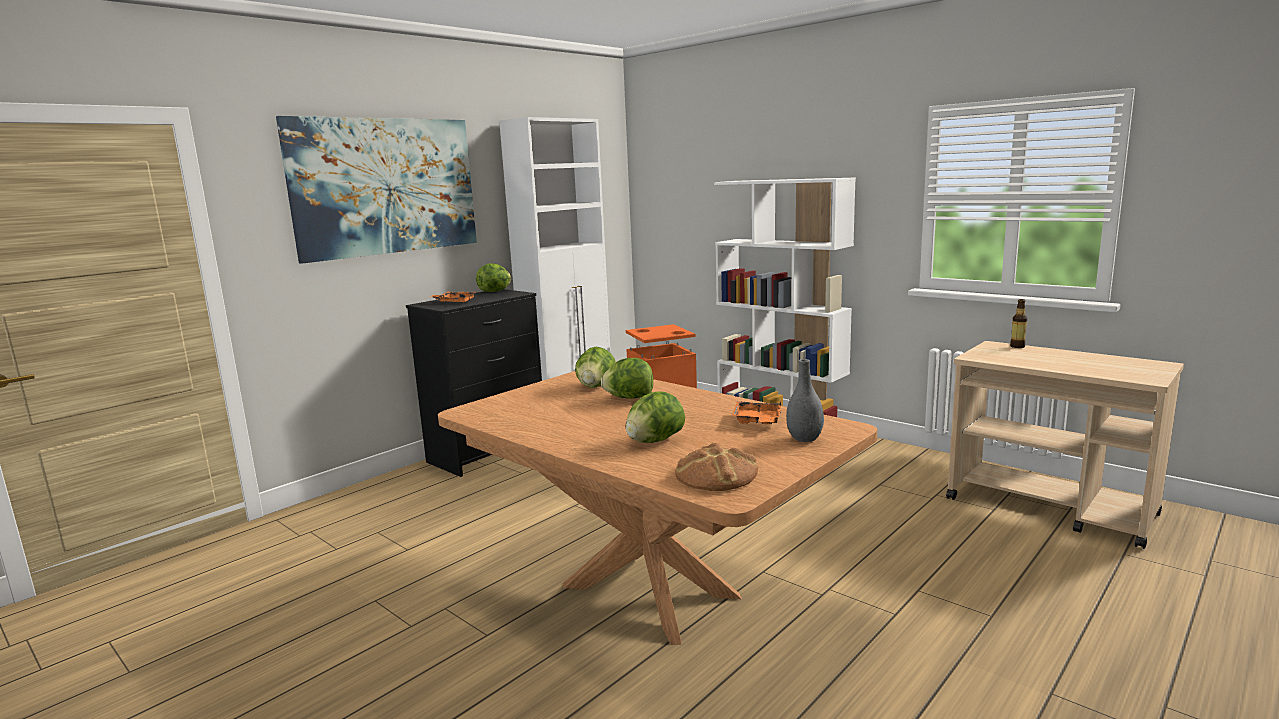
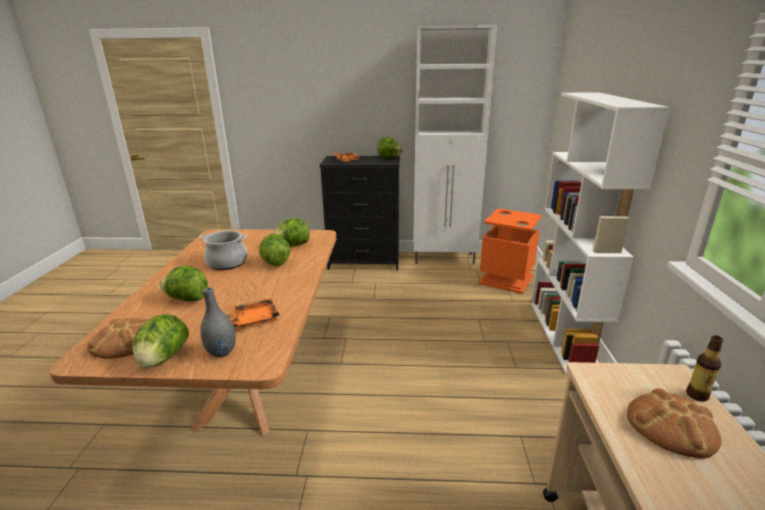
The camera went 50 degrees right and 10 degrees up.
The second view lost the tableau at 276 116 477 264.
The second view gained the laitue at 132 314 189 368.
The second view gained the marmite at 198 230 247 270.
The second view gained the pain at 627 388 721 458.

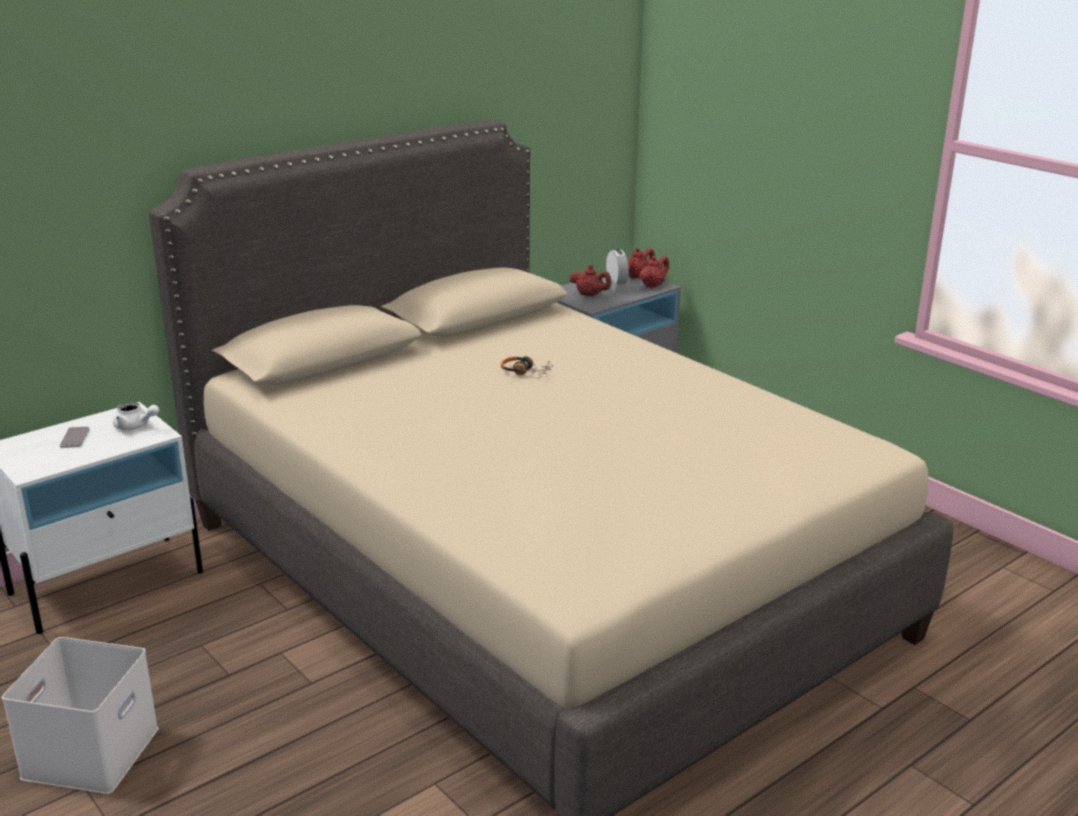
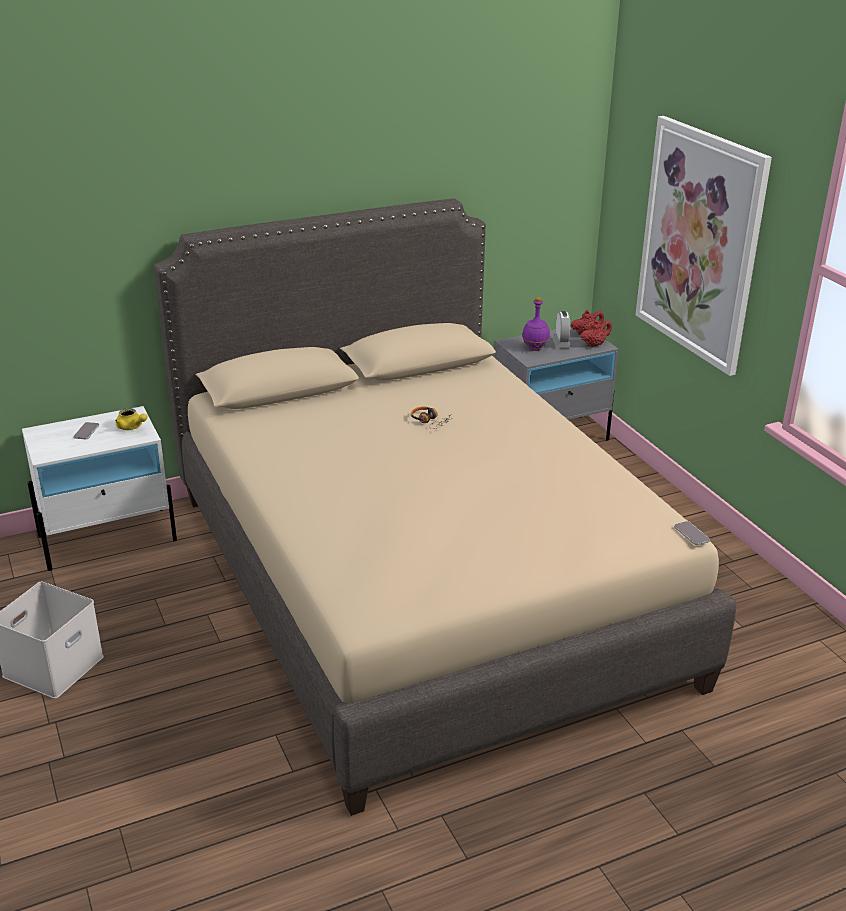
The camera went 15 degrees right and 5 degrees up.
What was the théière [blanc] at 113 402 159 430 turned into the théière [jaune] at 115 408 147 430.
Where the théière [rouge] stood at 569 265 612 296, the bouteille [violet] came to stand at 522 297 550 351.
The second view gained the tableau at 635 116 772 376.
The second view gained the téléphone at 674 521 710 545.

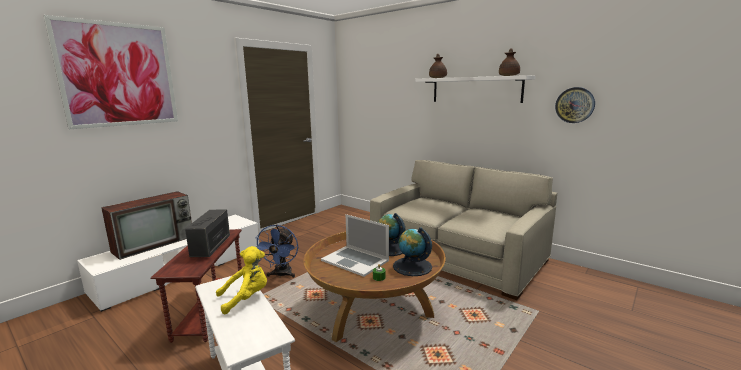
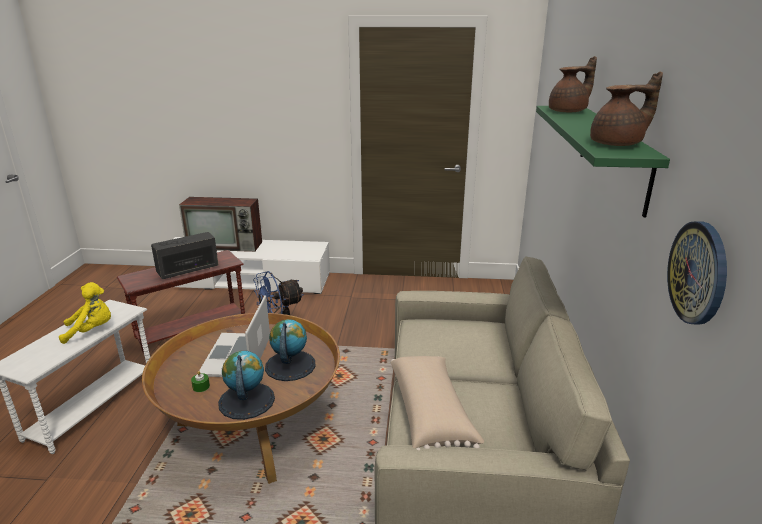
The camera went 55 degrees right and 10 degrees up.
The second view lost the tableau at 43 15 178 129.
The peluche [jaune] at 216 246 267 314 ended up facing another way, 45 degrees counterclockwise from before.
What was the étagère [blanc] at 415 75 535 103 turned into the étagère [vert] at 536 106 670 218.
The second view gained the coussin [beige] at 391 356 484 450.

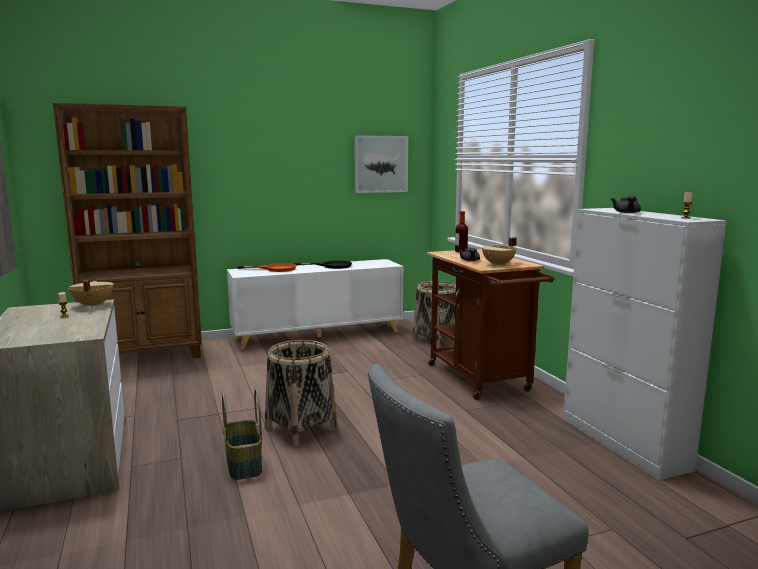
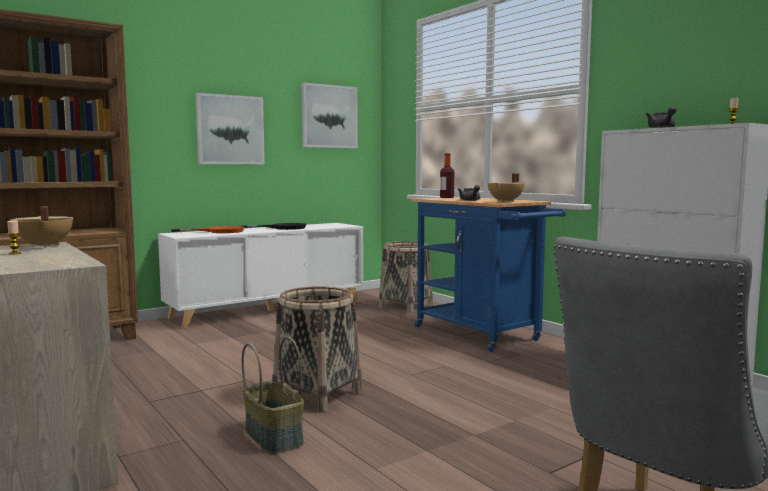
The camera went 15 degrees left and 5 degrees down.
What was the chariot [marron] at 427 249 555 400 turned into the chariot [bleu] at 411 197 566 352.
The second view gained the tableau at 196 93 265 164.

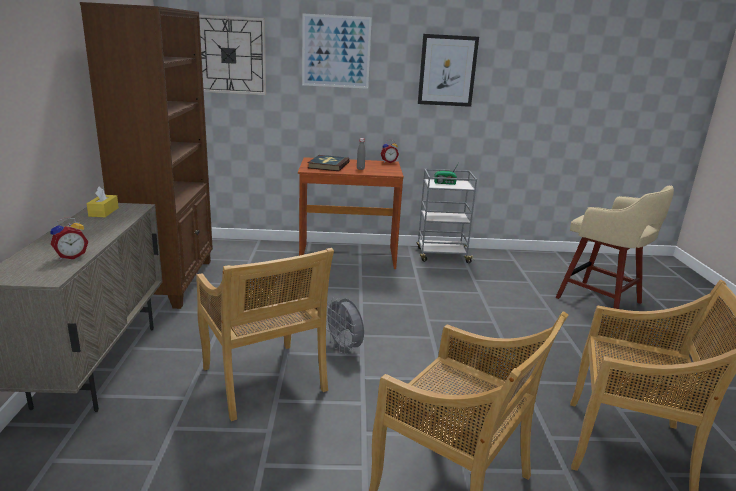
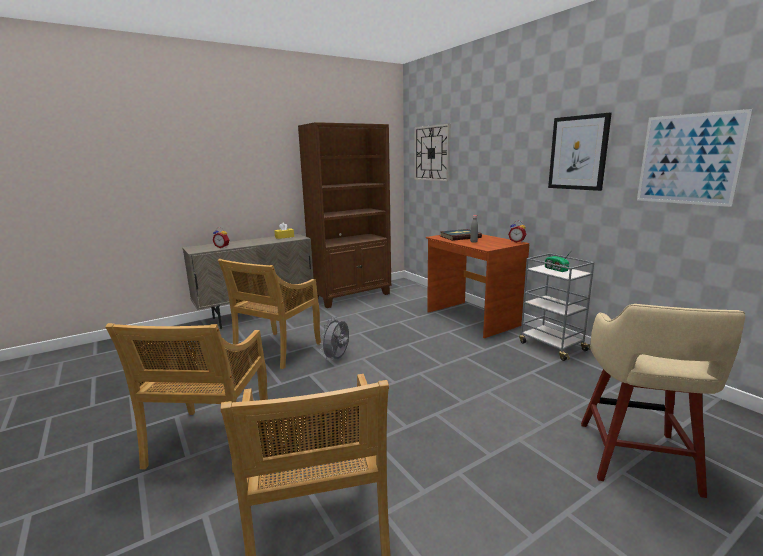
The camera went 60 degrees right and 5 degrees down.
The tableau ended up elsewhere, having gone from 302 13 372 89 to 637 109 753 207.

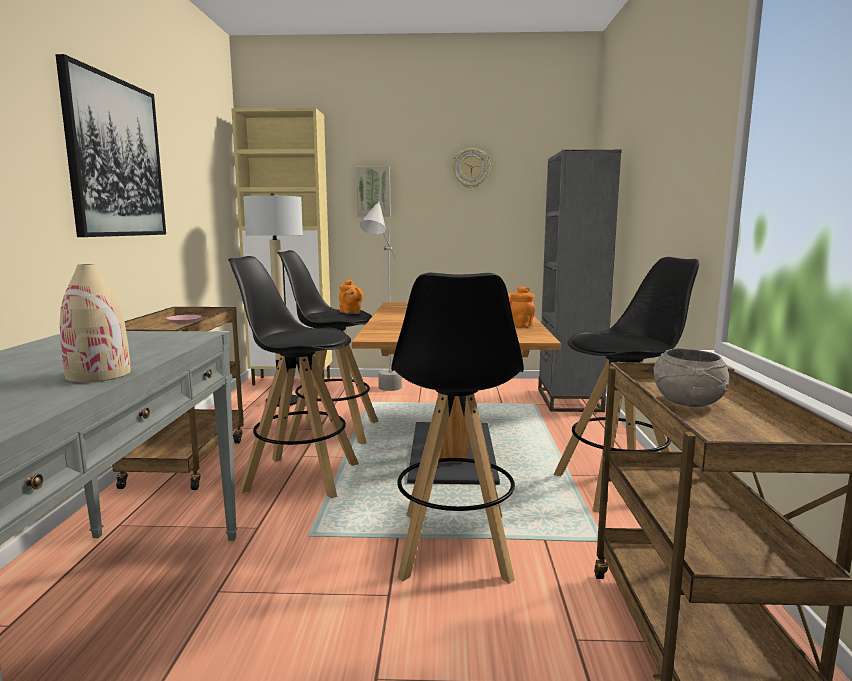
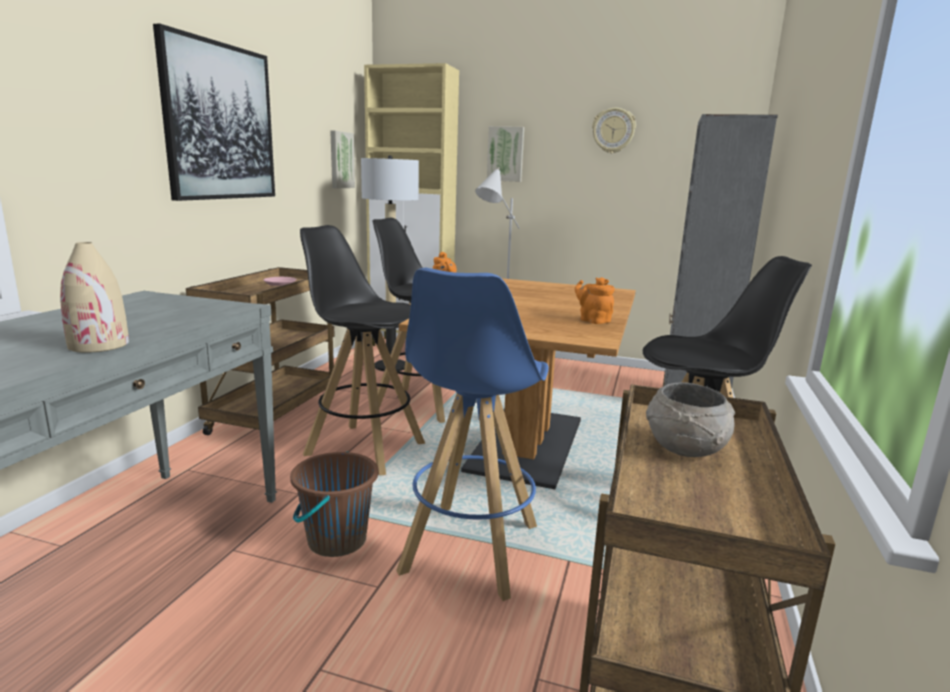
The camera went 15 degrees right and 5 degrees up.
What was the tabouret [noir] at 391 273 524 584 turned into the tabouret [bleu] at 396 268 549 601.
The second view gained the seau [marron] at 290 451 378 557.
The second view gained the tableau at 330 131 355 188.

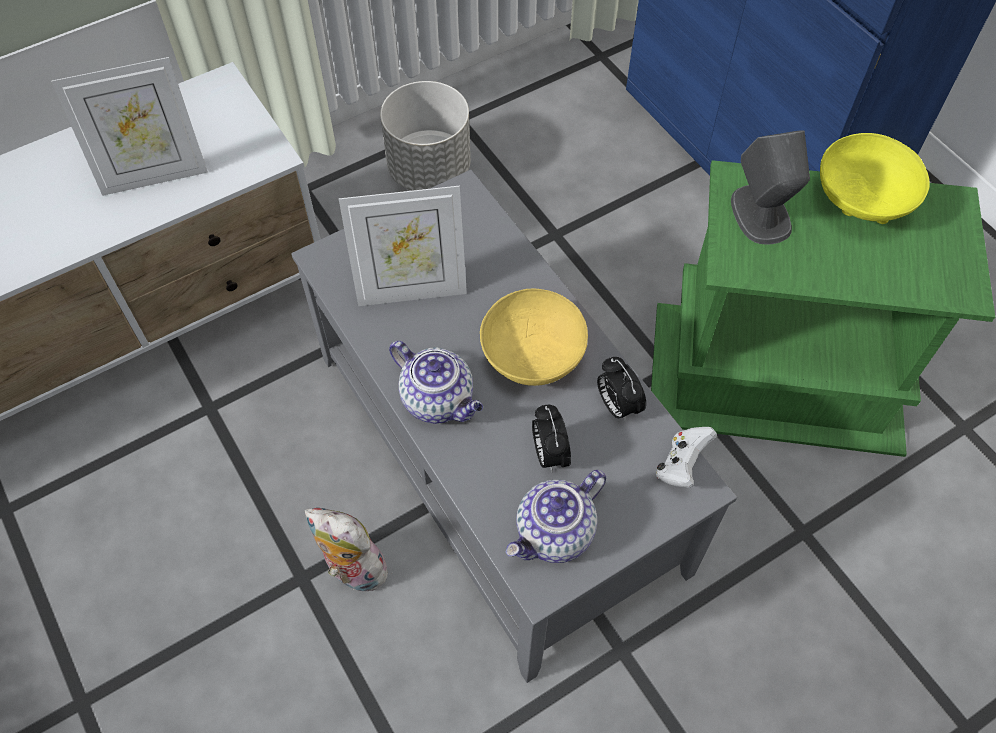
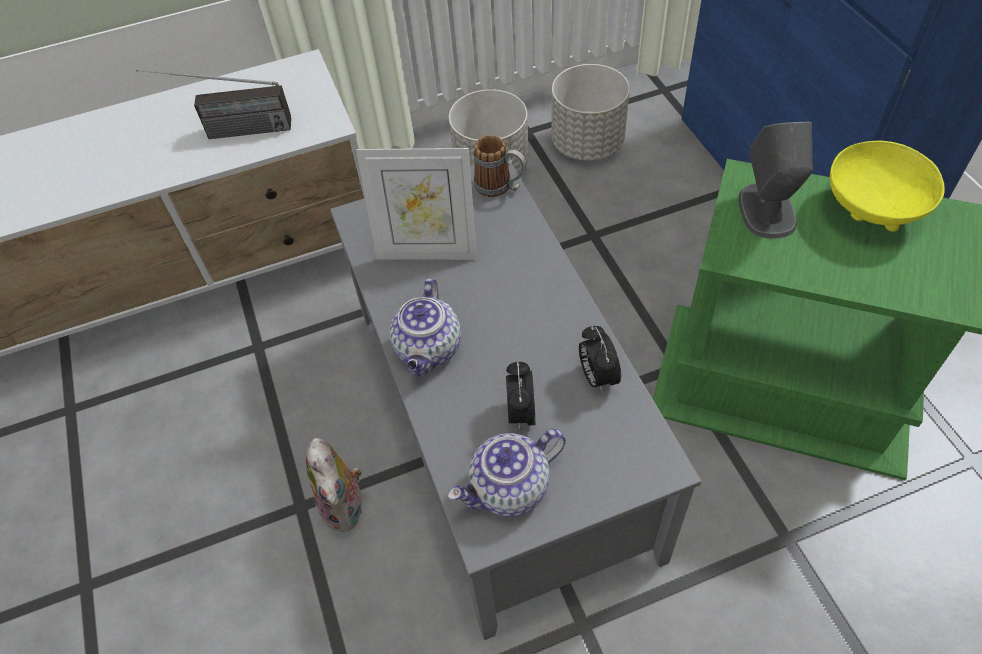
The camera went 15 degrees right and 5 degrees down.
Where the cadre photo stood at 51 57 208 196, the radio came to stand at 136 69 291 139.
The peluche at 305 508 388 594 ended up facing another way, 150 degrees counterclockwise from before.
The théière at 389 341 483 424 ended up facing another way, 45 degrees clockwise from before.
The second view lost the bol [jaune] at 480 289 588 386.
The second view lost the manette [blanc] at 656 427 717 488.
The second view gained the mug at 474 135 526 197.
The second view gained the cache-pot [gris] at 551 64 630 161.

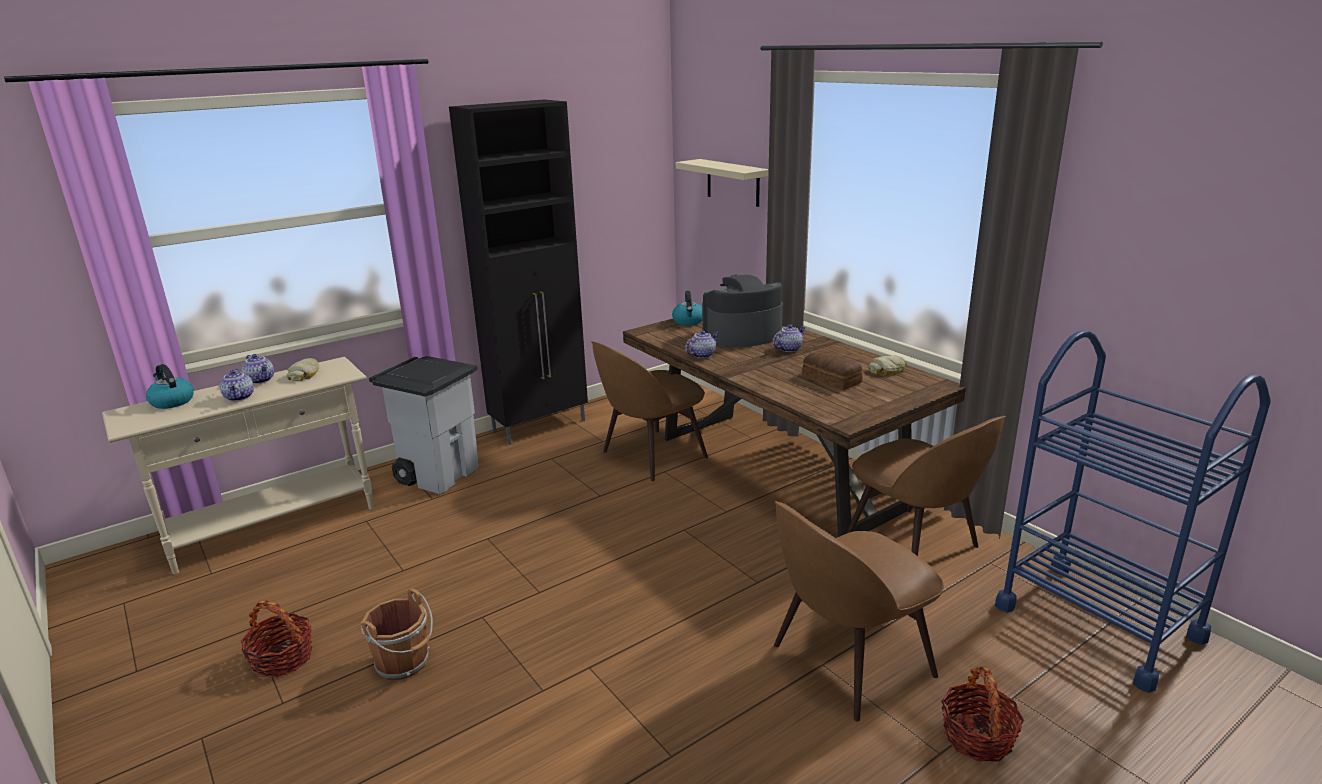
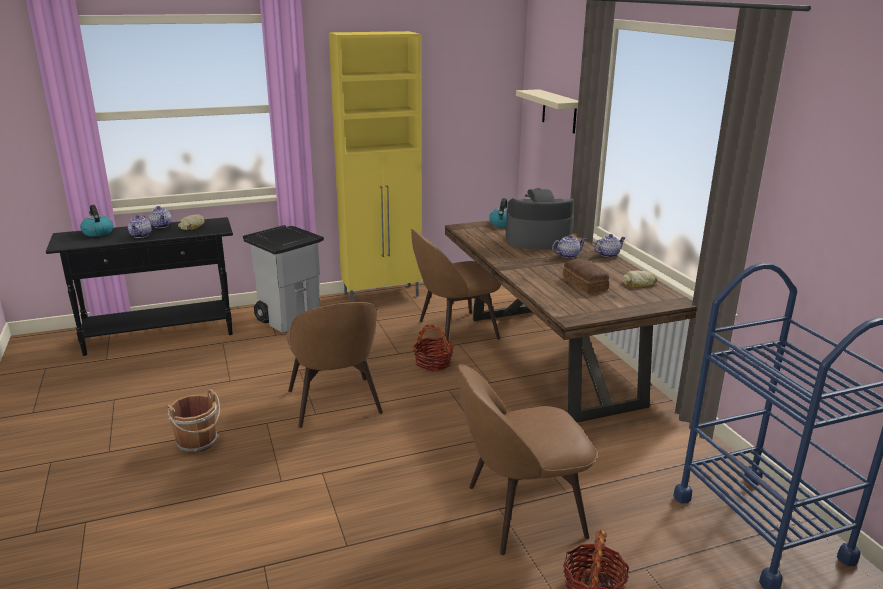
The camera went 15 degrees right and 0 degrees up.
What was the table console [beige] at 102 357 374 574 turned into the table console [noir] at 46 217 233 356.
The panier ended up elsewhere, having gone from 241 600 312 677 to 413 324 454 372.
What was the meuble de rangement [noir] at 449 99 588 445 turned into the meuble de rangement [jaune] at 329 31 421 302.
The théière ended up elsewhere, having gone from 685 330 719 358 to 594 234 626 258.
The chaise [marron] ended up elsewhere, having gone from 848 416 1006 556 to 286 302 383 428.

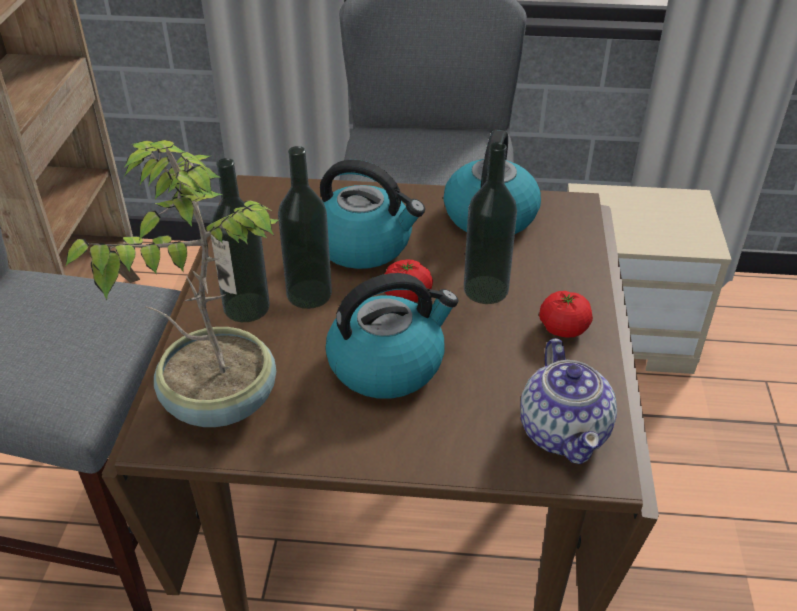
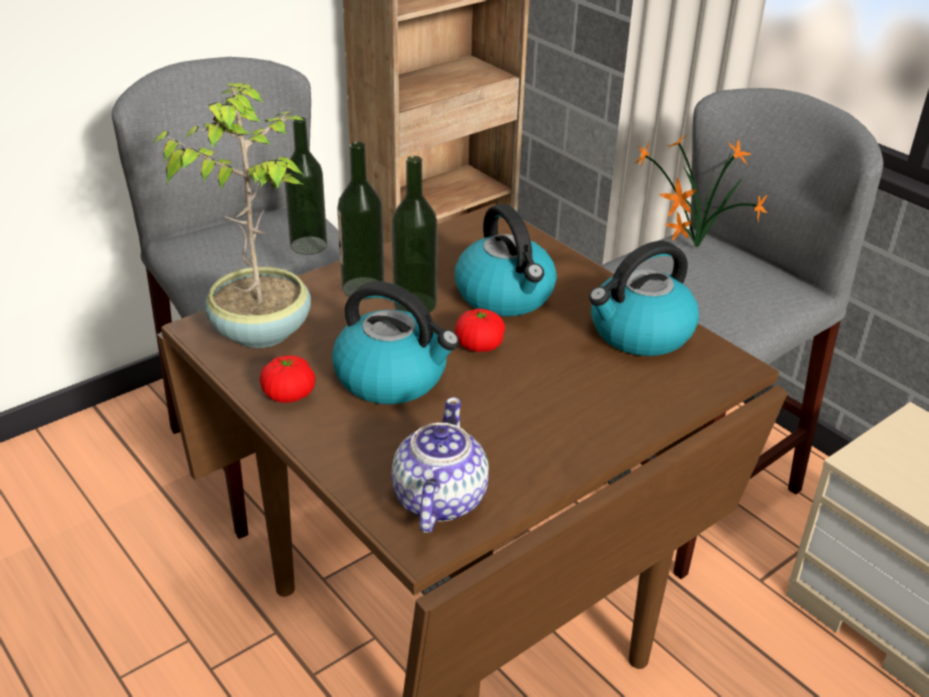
The camera went 45 degrees right and 5 degrees down.
The bouteille ended up elsewhere, having gone from 464 142 517 304 to 284 117 327 255.
The théière at 520 338 617 464 ended up facing another way, 150 degrees clockwise from before.
The tomate ended up elsewhere, having gone from 539 291 593 338 to 260 355 315 403.
The second view gained the plante en pot at 634 134 768 248.

